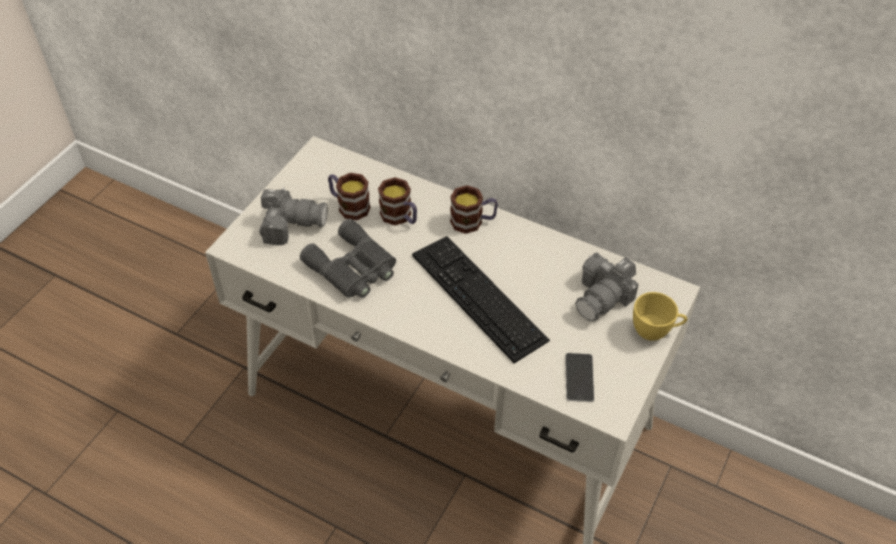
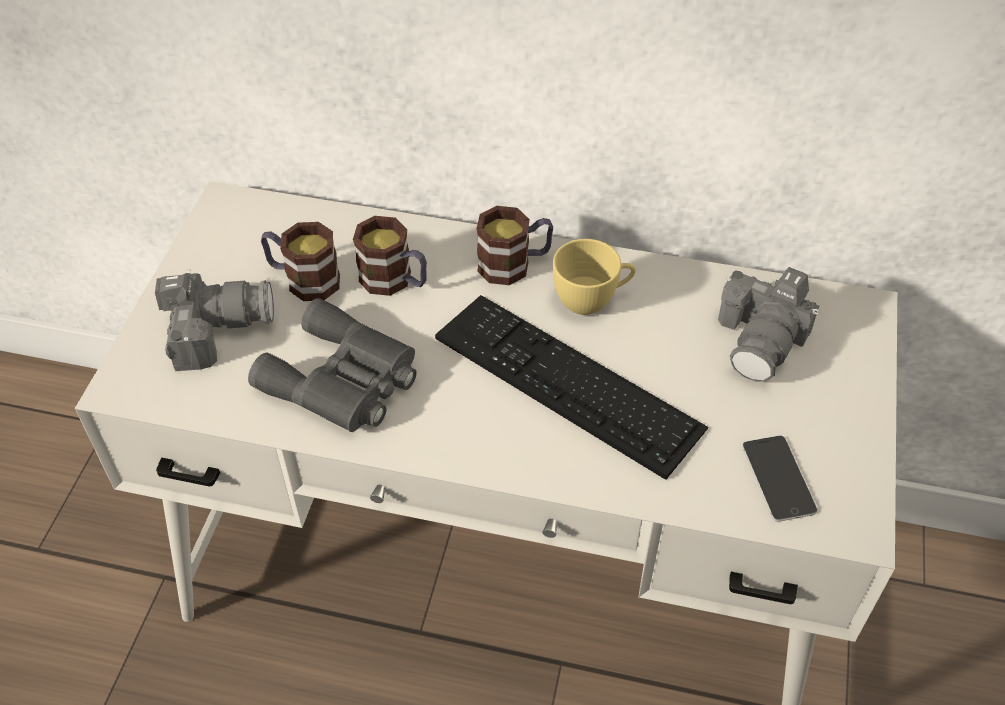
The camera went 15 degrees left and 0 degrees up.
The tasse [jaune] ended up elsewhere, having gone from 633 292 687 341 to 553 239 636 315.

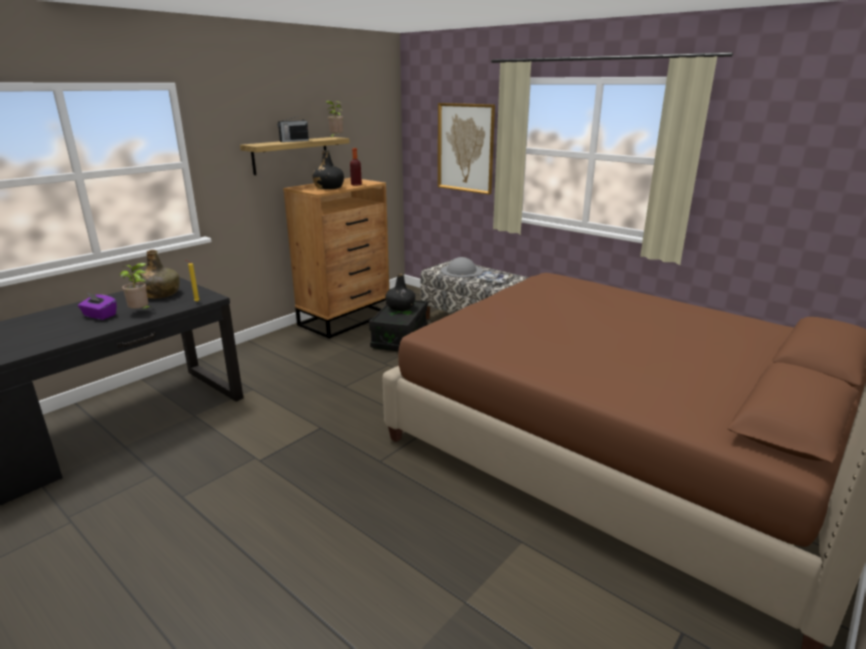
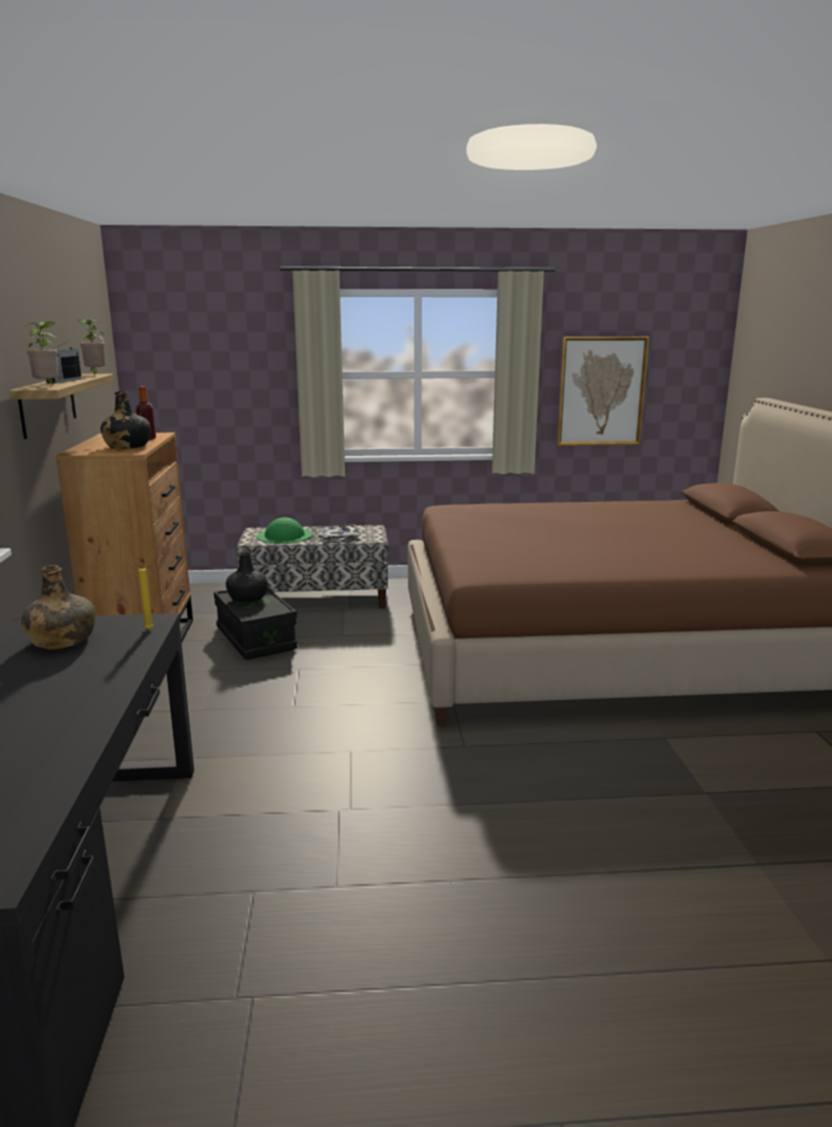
The camera went 45 degrees left and 5 degrees down.
The second view lost the boîte à mouchoirs [violet] at 78 293 116 320.
The plante en pot ended up elsewhere, having gone from 120 263 150 309 to 25 322 59 385.
The tableau ended up elsewhere, having gone from 438 103 495 195 to 557 337 649 446.
What was the chapeau [gris] at 441 257 483 278 turned into the chapeau [vert] at 257 517 313 544.

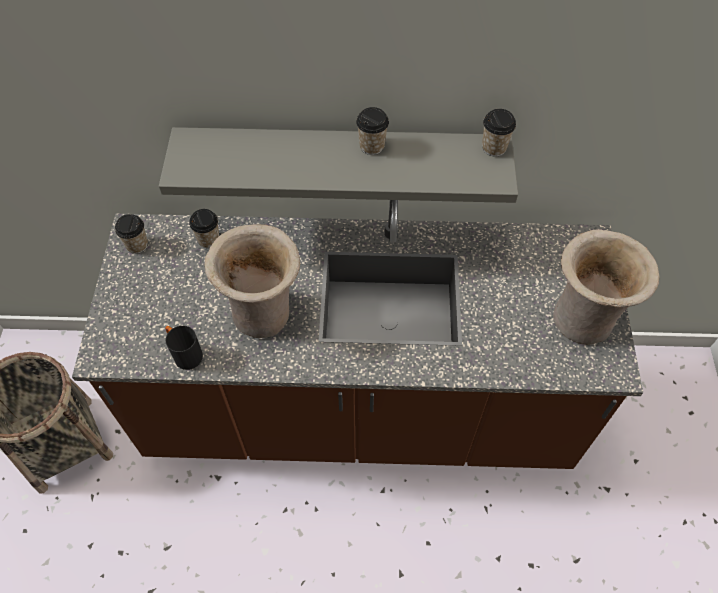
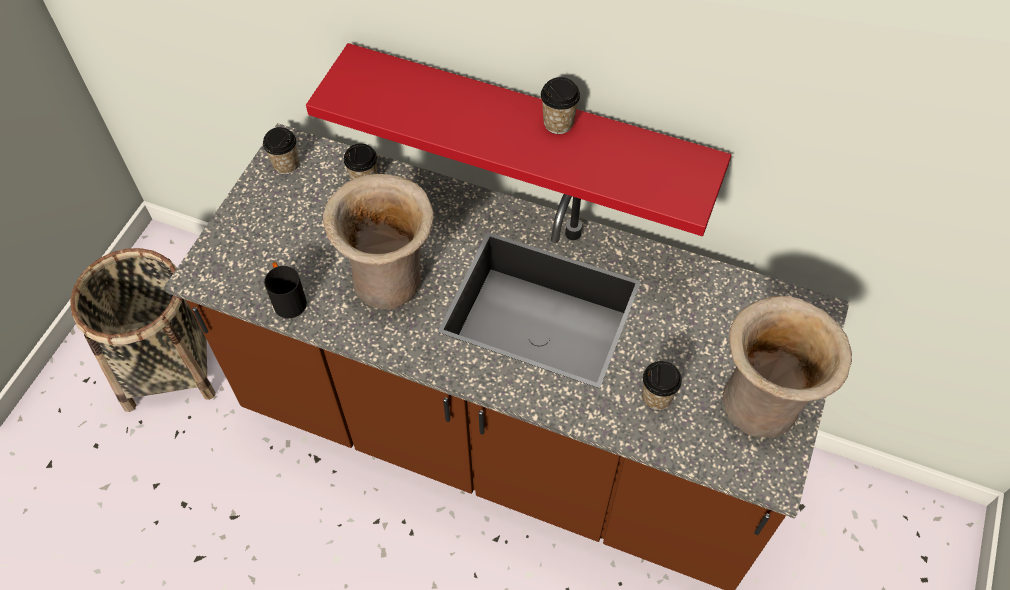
The camera went 20 degrees right and 0 degrees up.
What was the étagère [gris] at 159 127 518 203 turned into the étagère [rouge] at 306 43 731 236.
The tasse ended up elsewhere, having gone from 482 109 516 157 to 642 361 682 410.

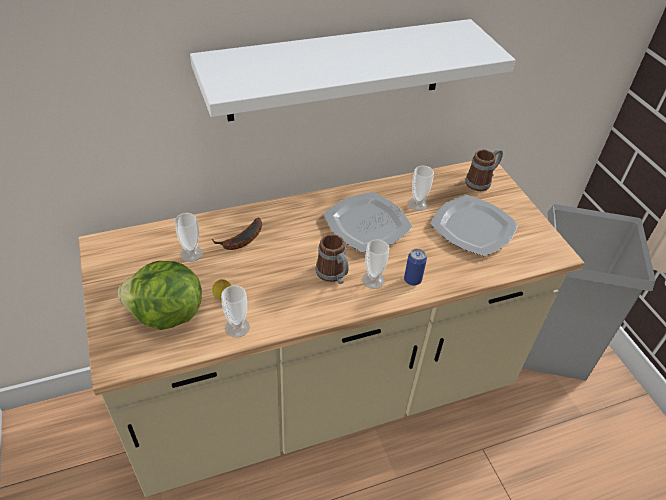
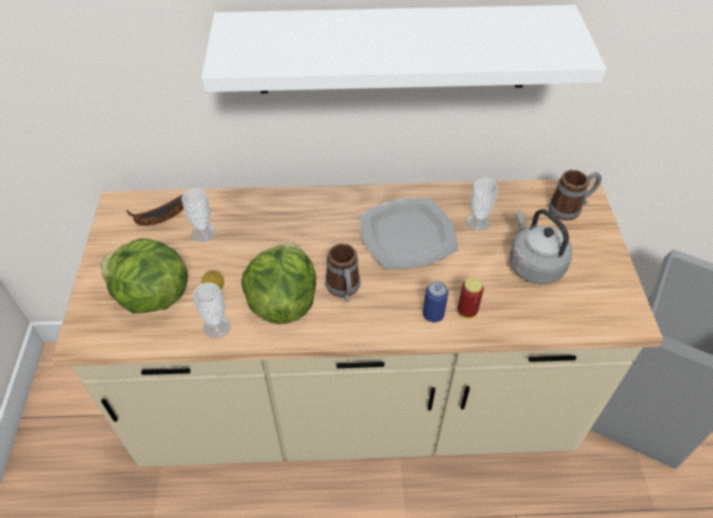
The camera went 20 degrees right and 5 degrees up.
The banane ended up elsewhere, having gone from 212 218 262 250 to 127 195 184 226.
The second view lost the tasse at 362 239 389 289.
Where the assiette stood at 430 195 518 256, the bouilloire [gris] came to stand at 509 209 572 284.
The second view gained the laitue at 241 243 316 324.
The second view gained the boîte métallique at 458 278 484 319.

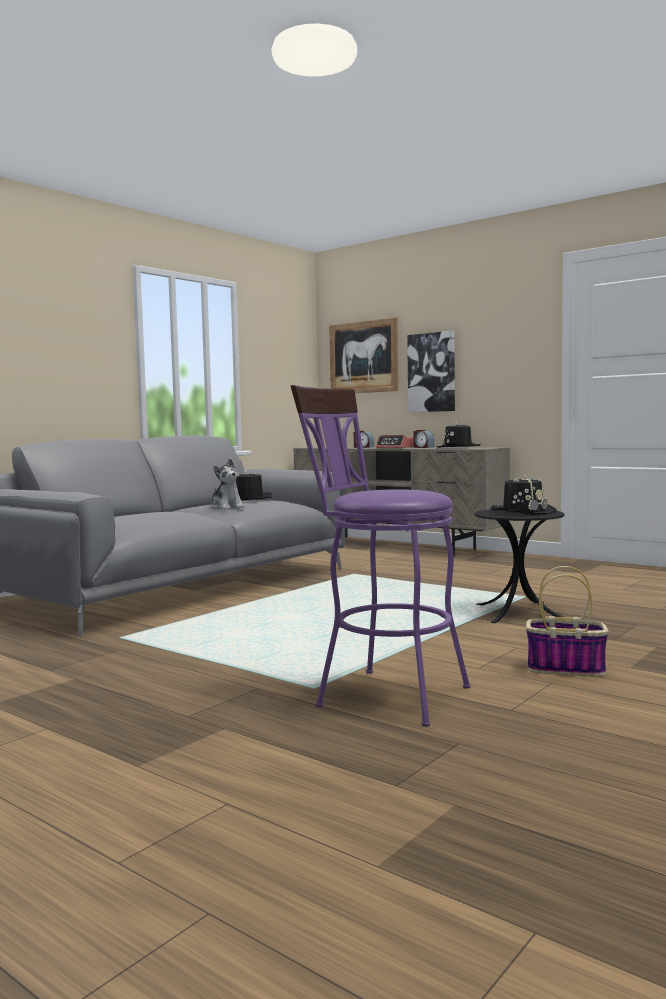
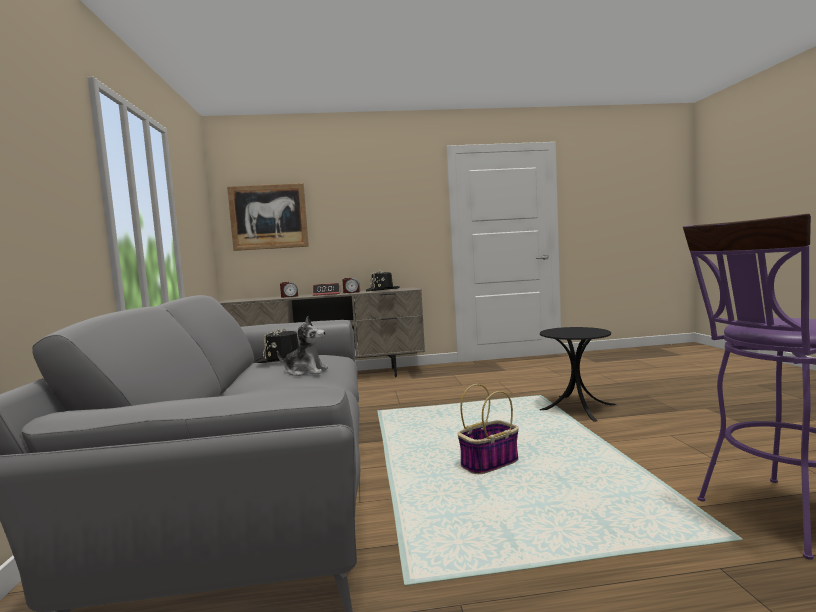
The camera went 45 degrees left and 0 degrees up.
The second view lost the tableau at 407 331 455 412.
The second view lost the chapeau [noir] at 490 474 557 515.
The panier ended up elsewhere, having gone from 526 566 609 676 to 458 384 519 474.

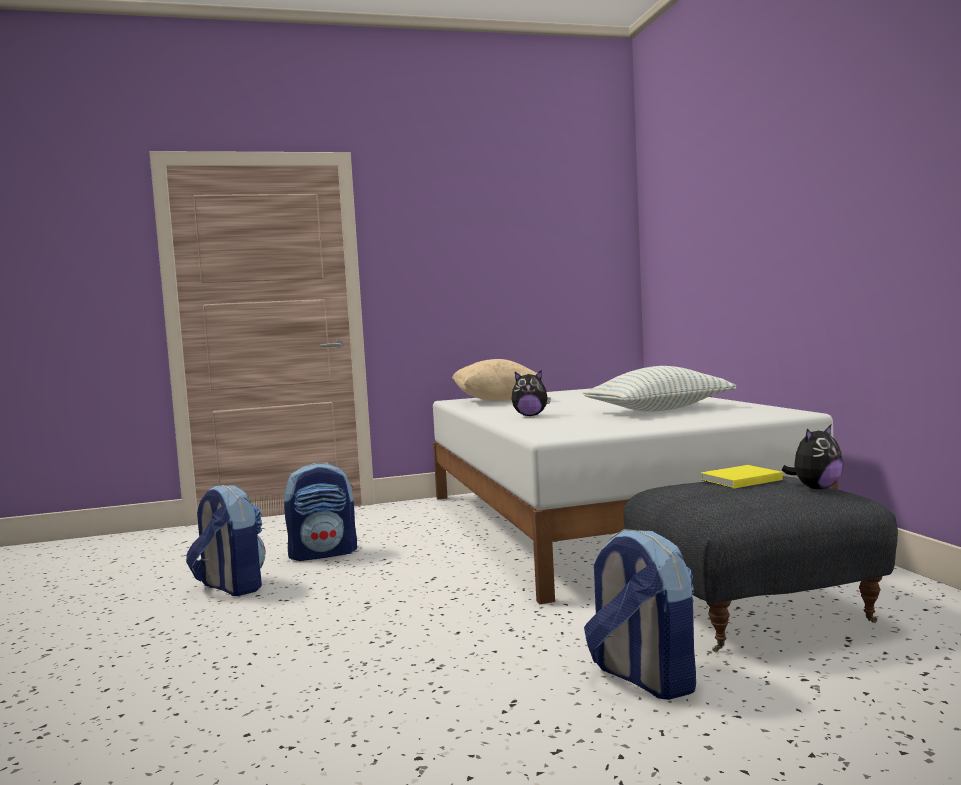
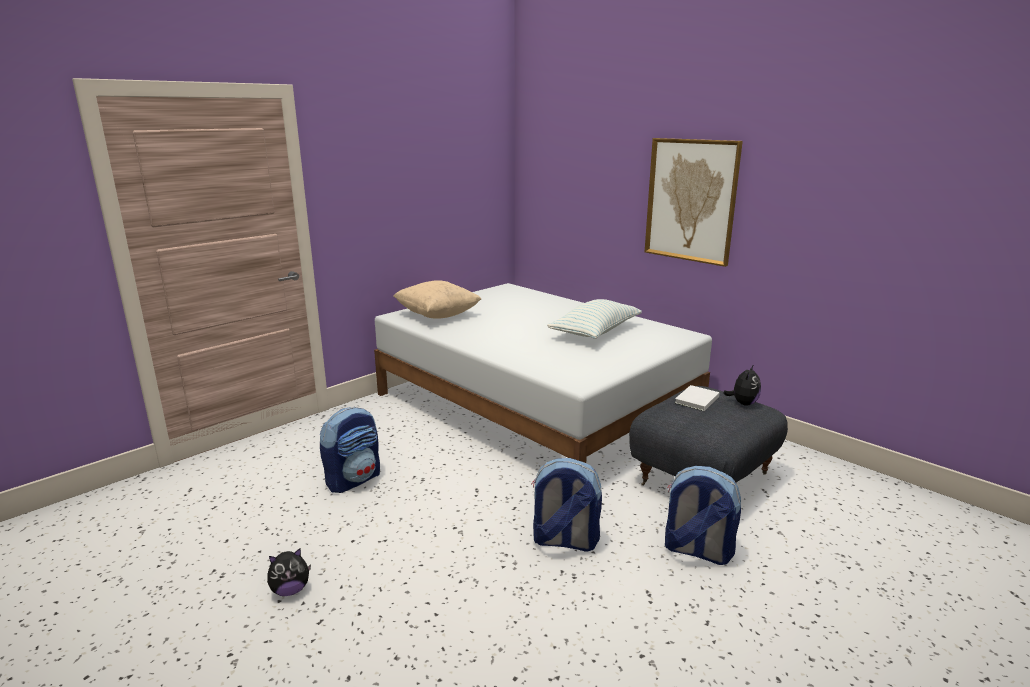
The camera went 30 degrees left and 15 degrees up.
The sac à dos ended up elsewhere, having gone from 186 485 266 596 to 531 458 602 552.
The peluche ended up elsewhere, having gone from 512 371 551 416 to 267 548 311 596.
What was the livre [jaune] at 701 465 783 488 turned into the livre [blanc] at 675 385 719 411.
The second view gained the tableau at 645 138 743 267.

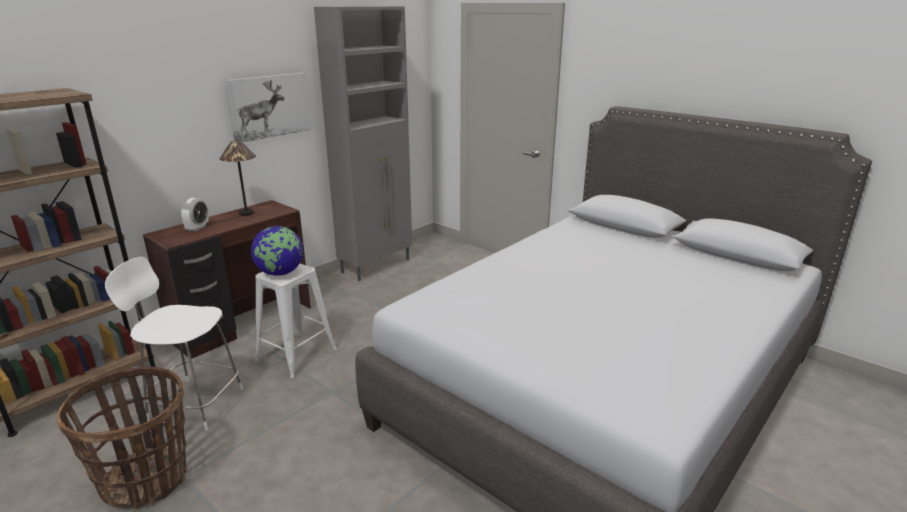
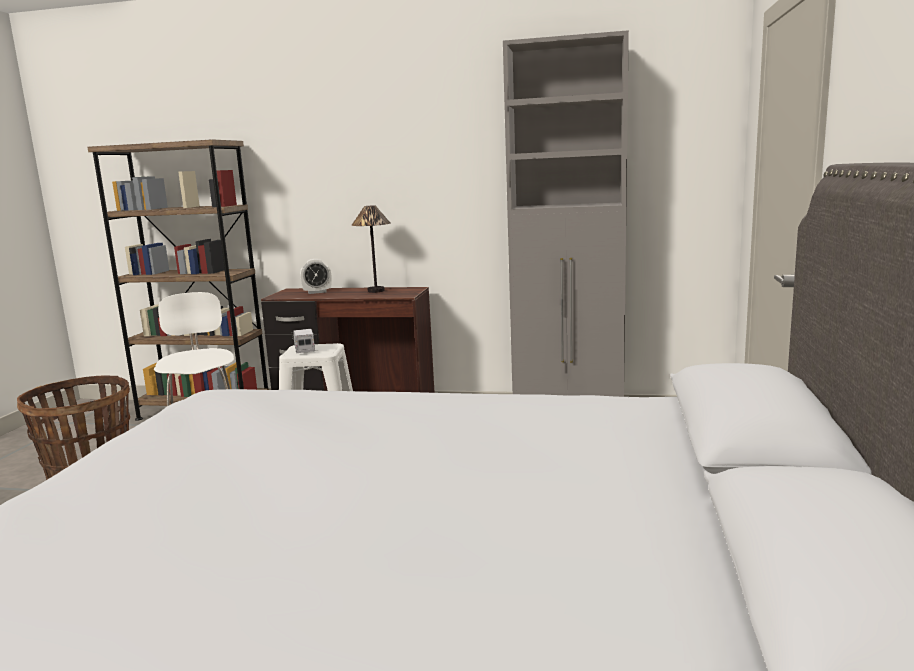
The camera went 60 degrees right and 10 degrees down.
The second view lost the tableau at 225 73 311 142.
Where the globe stood at 251 226 303 276, the camion jouet came to stand at 292 329 315 353.

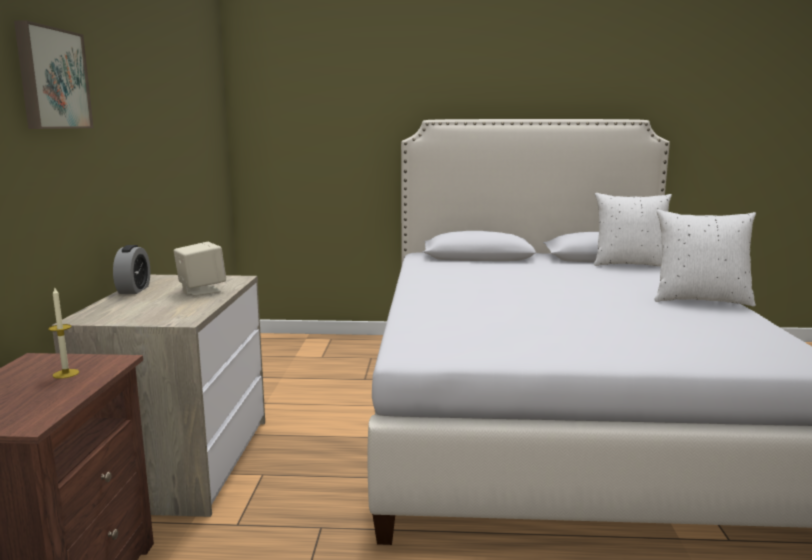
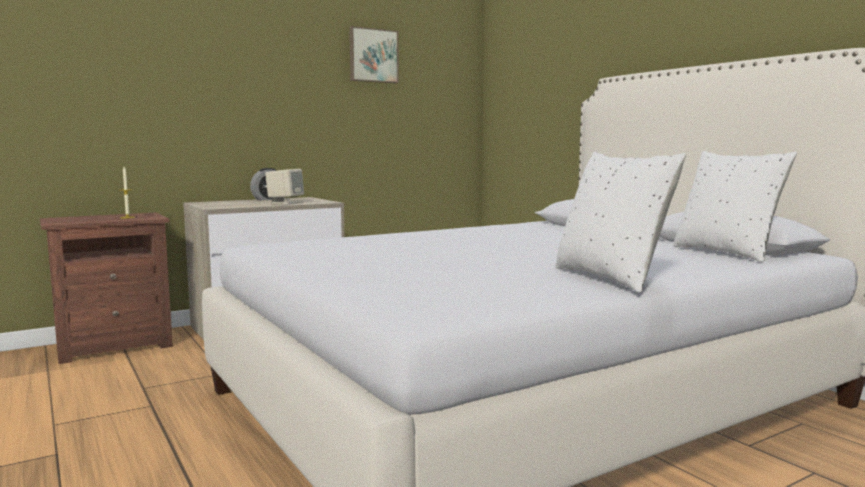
The camera went 55 degrees right and 5 degrees down.
The tableau ended up elsewhere, having gone from 14 21 94 129 to 349 26 399 83.

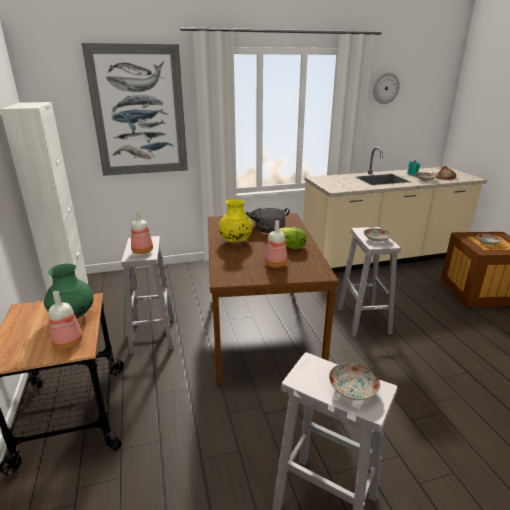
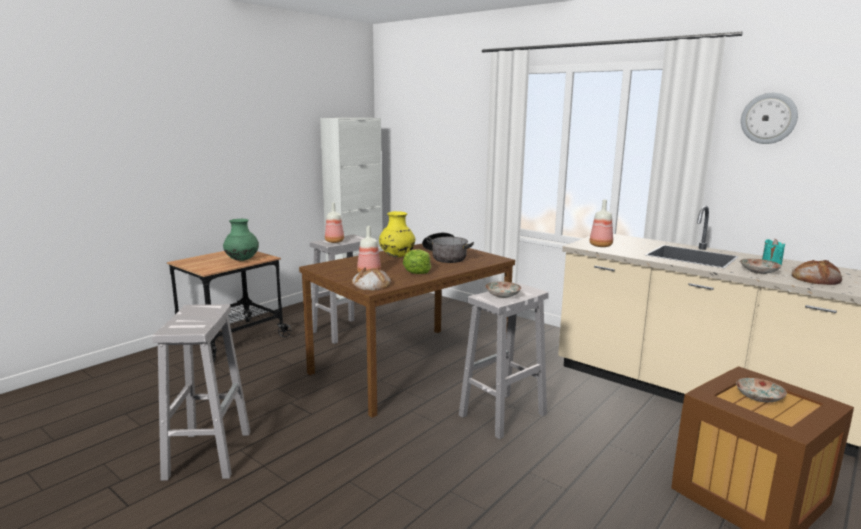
The camera went 55 degrees right and 10 degrees down.
The bouteille ended up elsewhere, having gone from 48 291 83 350 to 590 200 613 247.
The second view lost the tableau at 82 43 188 176.
The second view lost the assiette at 329 363 380 401.
The second view gained the pain at 352 267 391 291.

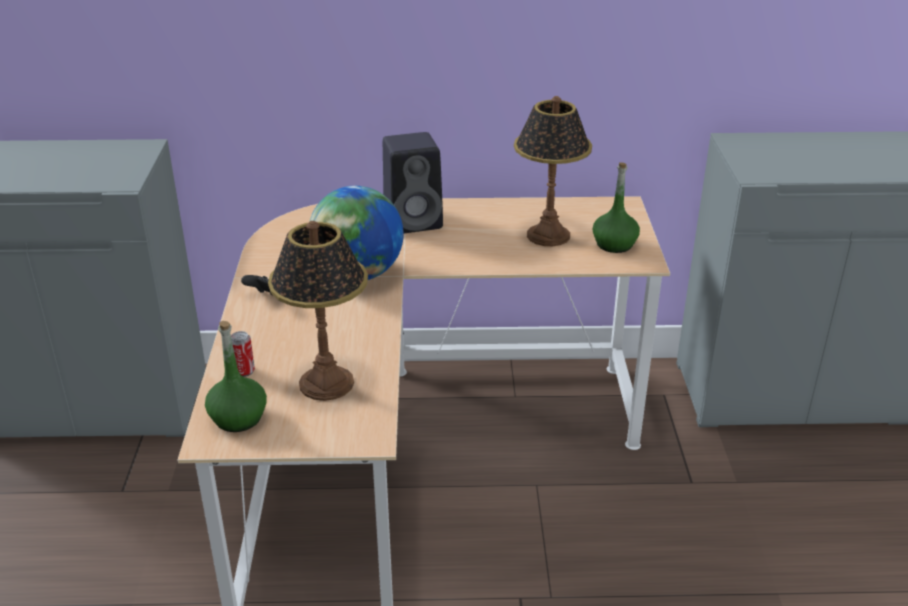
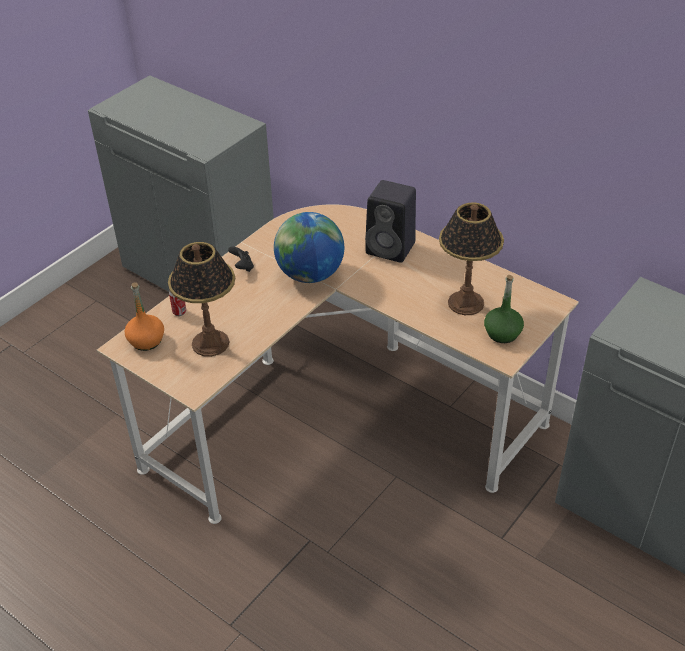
The camera went 40 degrees right and 10 degrees up.
What was the bouteille [vert] at 205 321 267 432 turned into the bouteille [orange] at 125 282 164 351.

